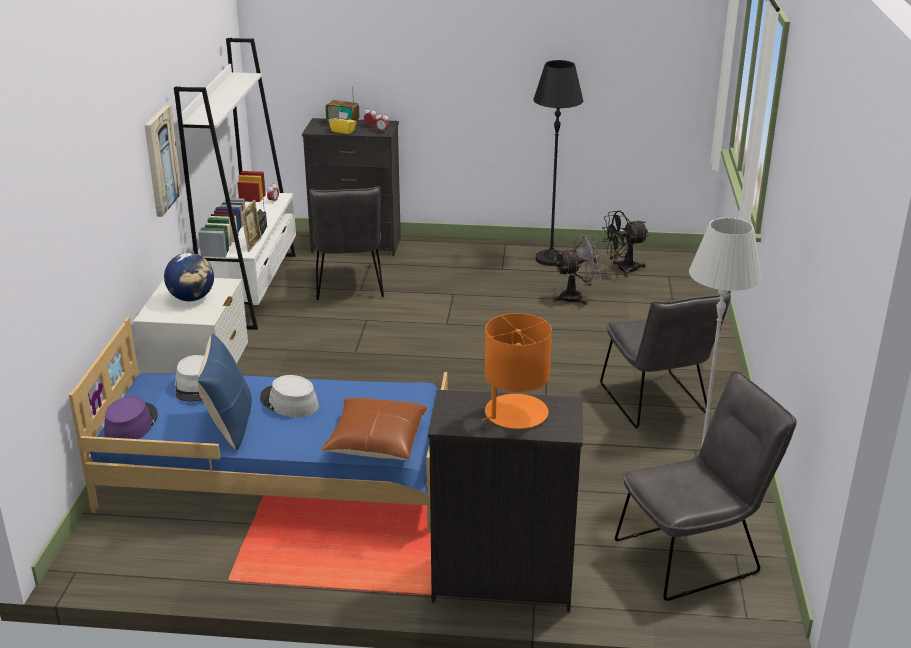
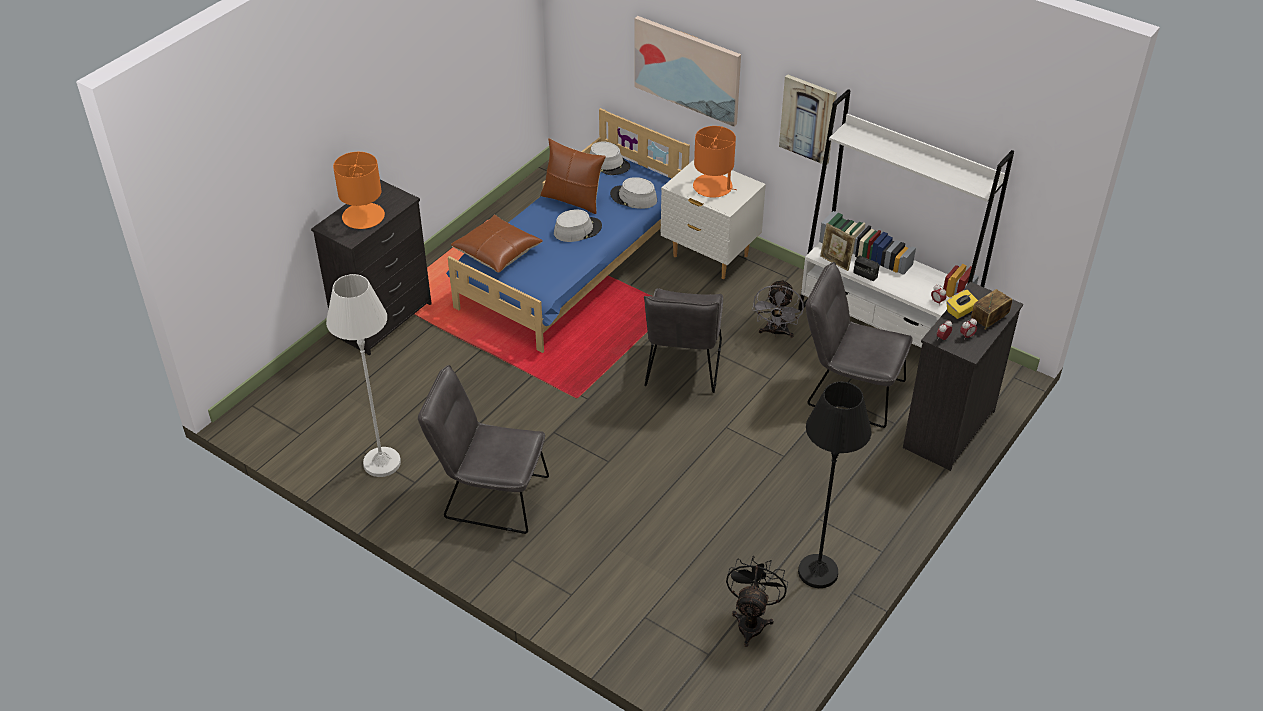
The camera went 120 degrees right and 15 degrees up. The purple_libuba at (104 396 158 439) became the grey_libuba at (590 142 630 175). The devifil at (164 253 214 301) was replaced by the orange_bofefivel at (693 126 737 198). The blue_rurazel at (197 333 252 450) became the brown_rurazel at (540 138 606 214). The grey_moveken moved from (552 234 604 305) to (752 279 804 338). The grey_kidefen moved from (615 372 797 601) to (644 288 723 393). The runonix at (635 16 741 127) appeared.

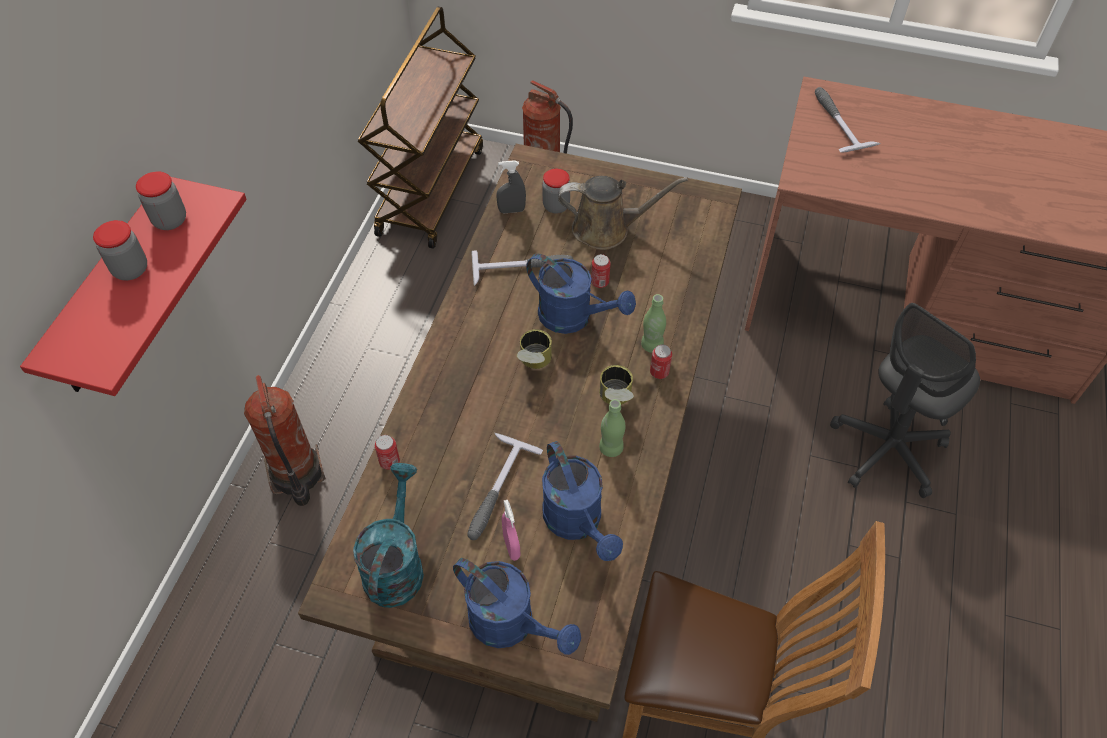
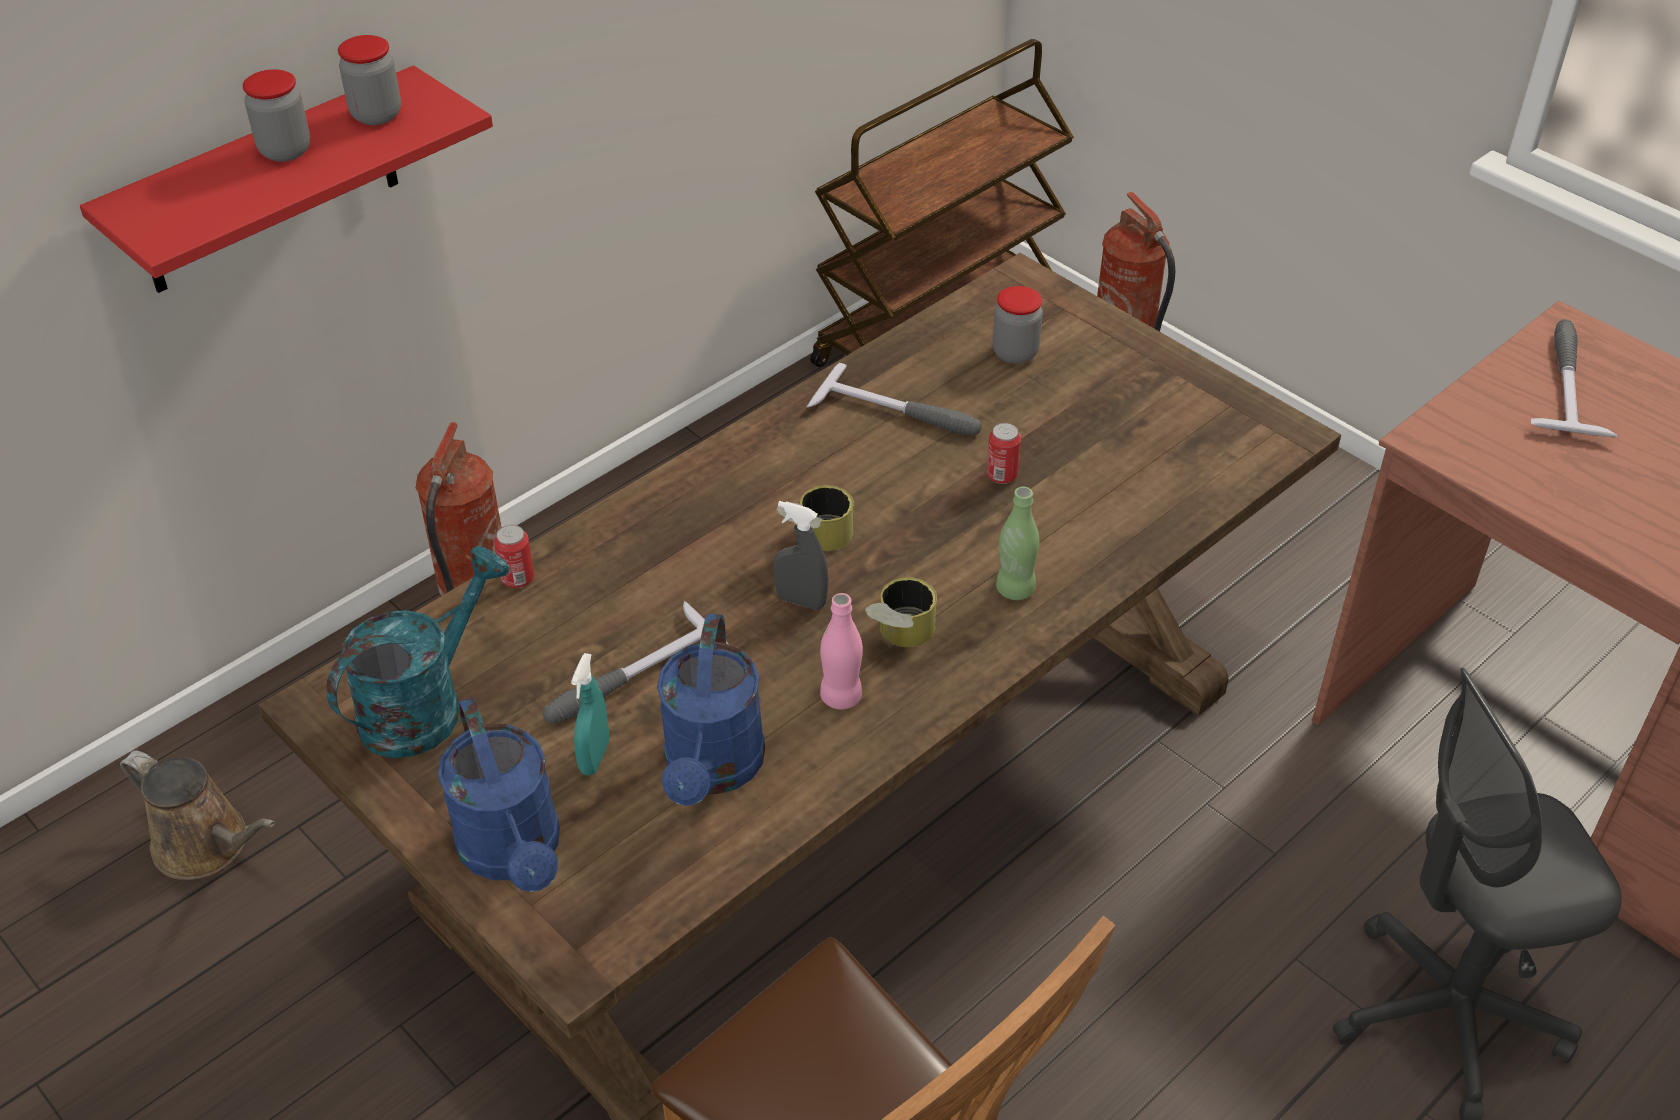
The camera went 30 degrees right and 10 degrees down. The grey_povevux moved from (496 160 526 213) to (773 501 829 610). The pink_povevux at (502 500 521 561) became the turquoise_povevux at (571 653 609 776). The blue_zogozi at (527 254 636 334) disappeared. The brown_zogozi moved from (558 176 688 250) to (120 750 275 880). The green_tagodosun at (599 399 625 457) became the pink_tagodosun at (820 593 863 709). The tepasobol at (650 345 672 379) disappeared.

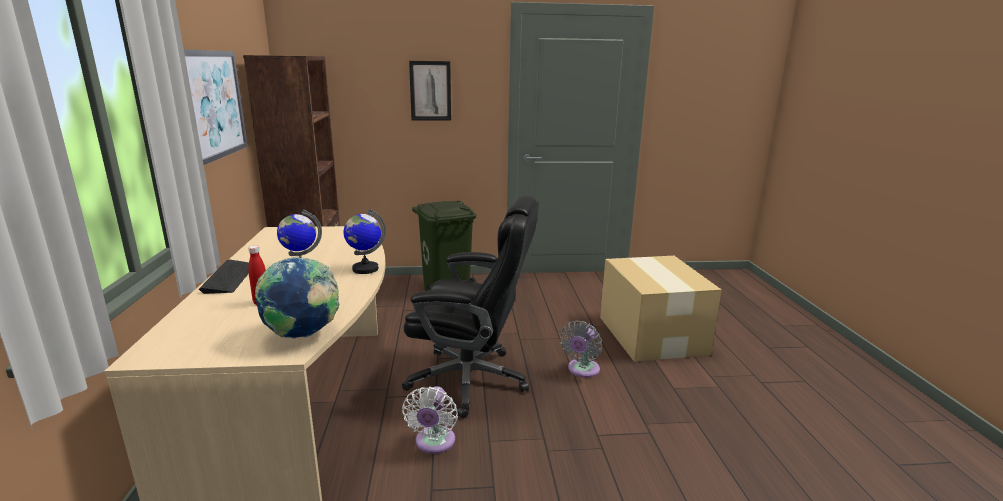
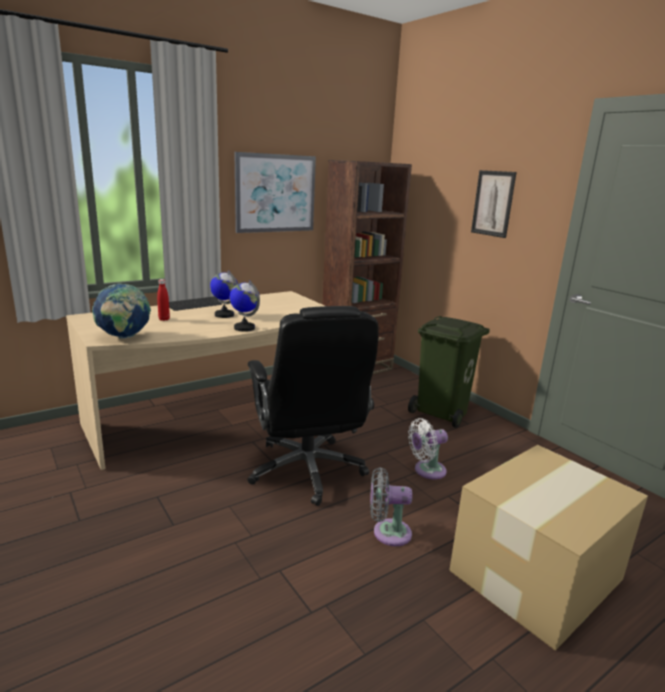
The camera went 60 degrees right and 0 degrees up. The white_moveken moved from (402 386 458 454) to (408 418 448 479).

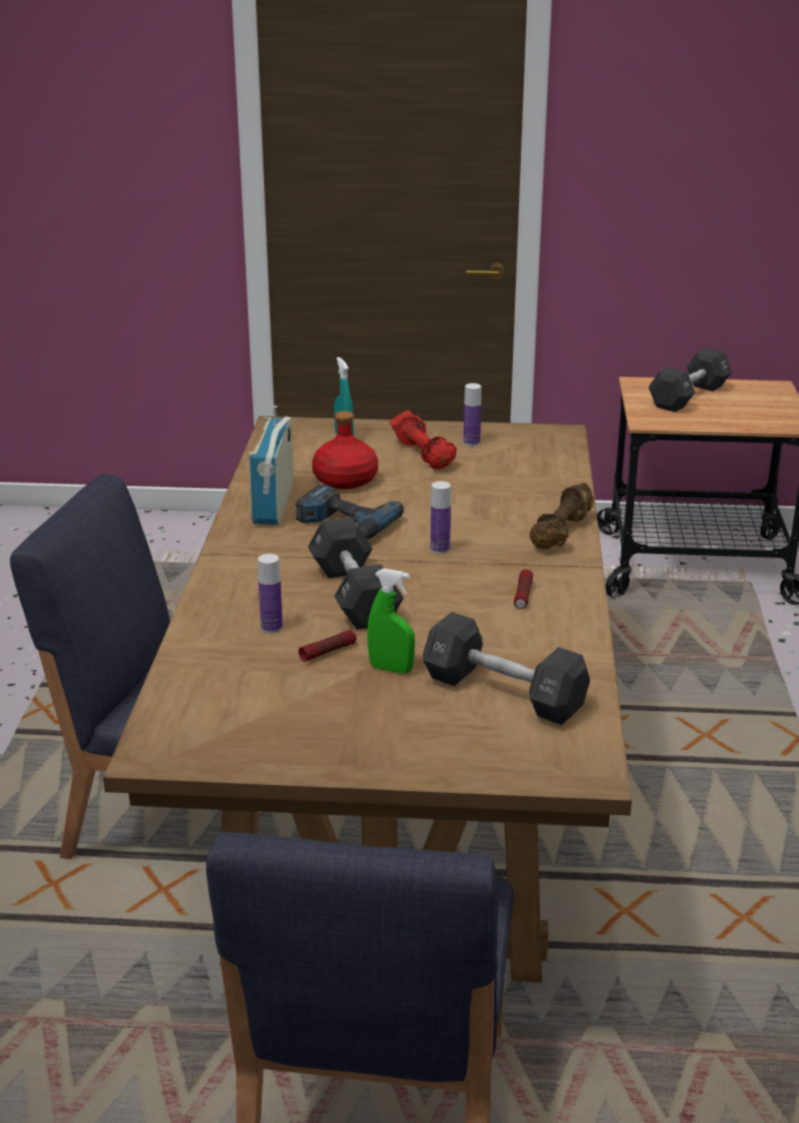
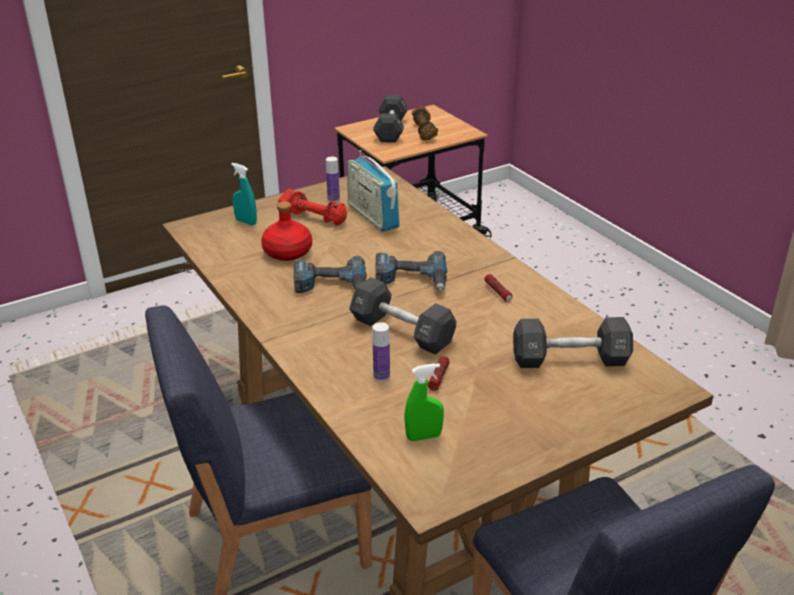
The camera went 35 degrees left and 5 degrees up. The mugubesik moved from (249 406 294 525) to (348 150 400 232). The green_povevux moved from (367 568 415 674) to (404 363 444 441). The tagodosun at (430 481 451 554) was replaced by the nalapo at (375 251 447 292). The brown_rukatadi moved from (530 483 593 549) to (412 106 438 141).

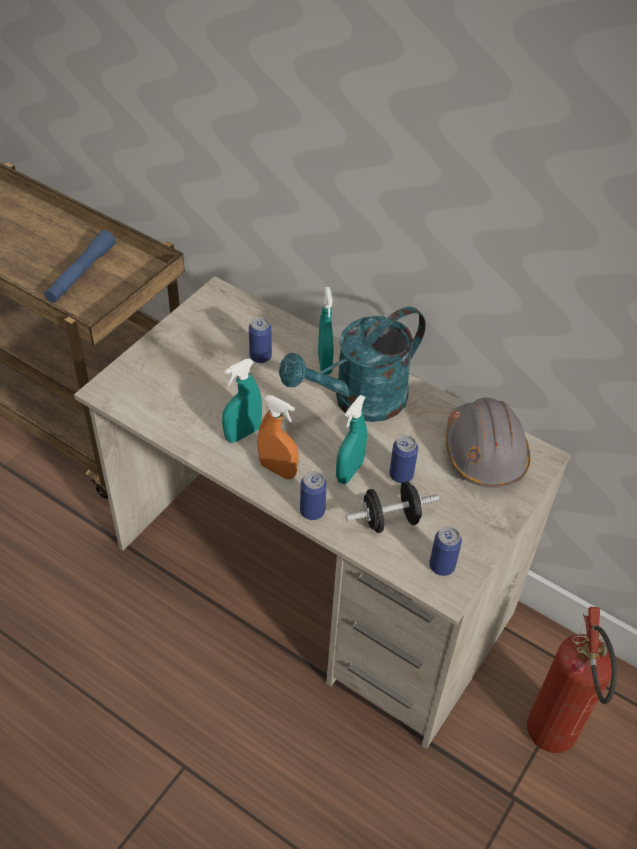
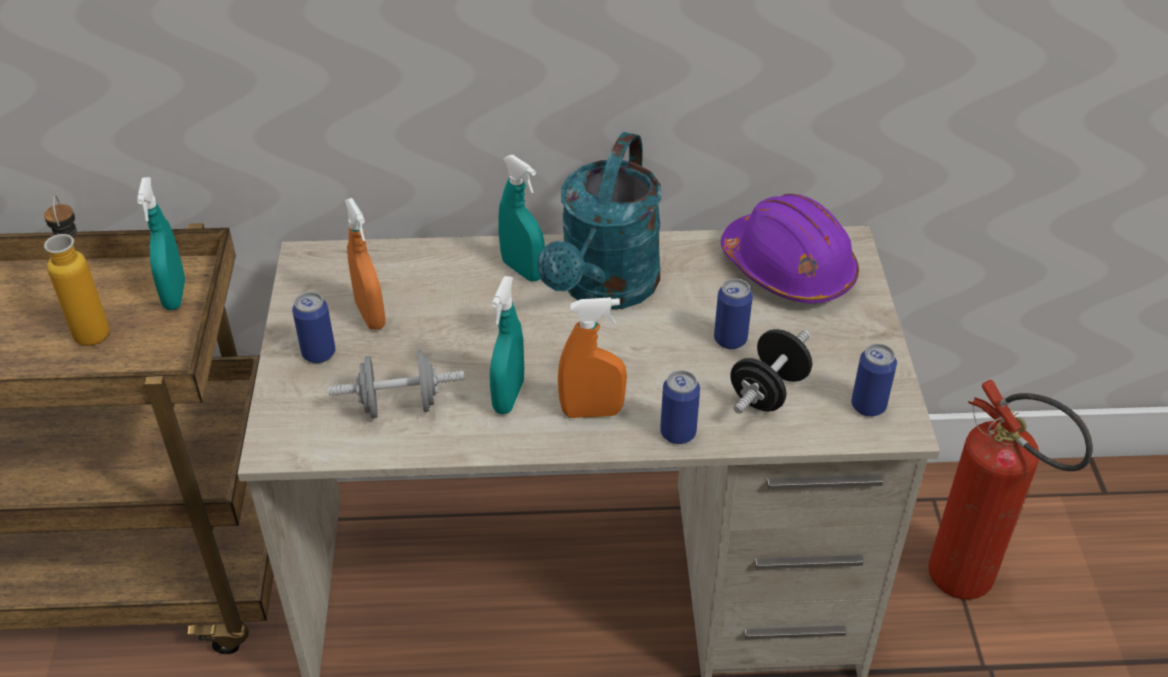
The camera went 35 degrees left and 5 degrees down. The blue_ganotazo at (44 230 115 303) was replaced by the tagodosun at (44 195 110 346). The tepasobol moved from (249 317 272 363) to (292 292 335 363). The turquoise_povevux moved from (336 395 367 484) to (137 177 185 310). The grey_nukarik at (446 398 530 488) became the purple_nukarik at (721 194 859 303). The grey_rukatadi at (328 350 465 418) appeared. The orange_povevux at (345 198 385 330) appeared.

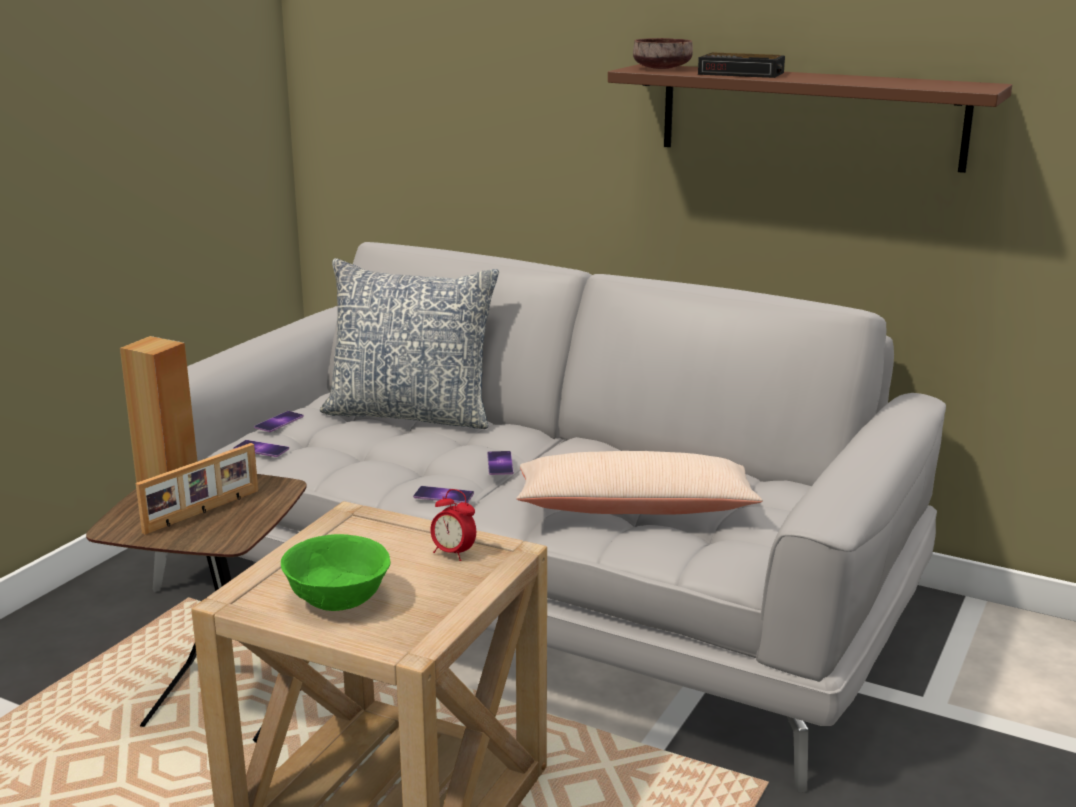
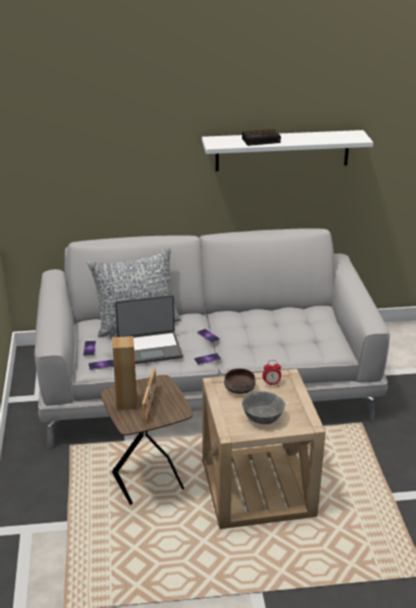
The camera went 35 degrees left and 10 degrees up. The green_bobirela at (281 534 391 611) became the grey_bobirela at (242 391 285 424). The beige_rurazel at (517 451 763 515) disappeared. The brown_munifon at (608 64 1012 173) became the white_munifon at (202 130 373 171). The brown_bobirela moved from (633 38 693 69) to (224 368 256 394). The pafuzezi at (115 295 183 364) appeared.

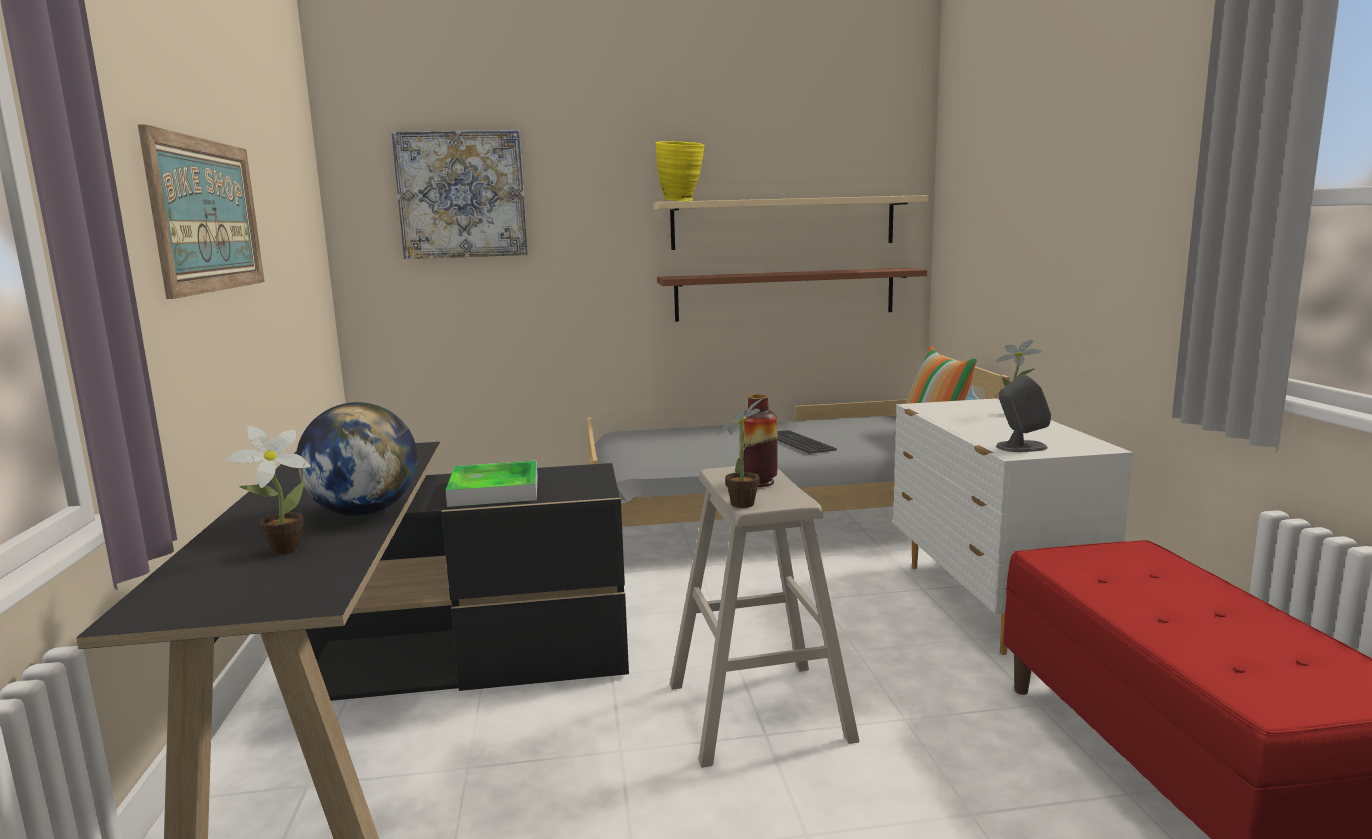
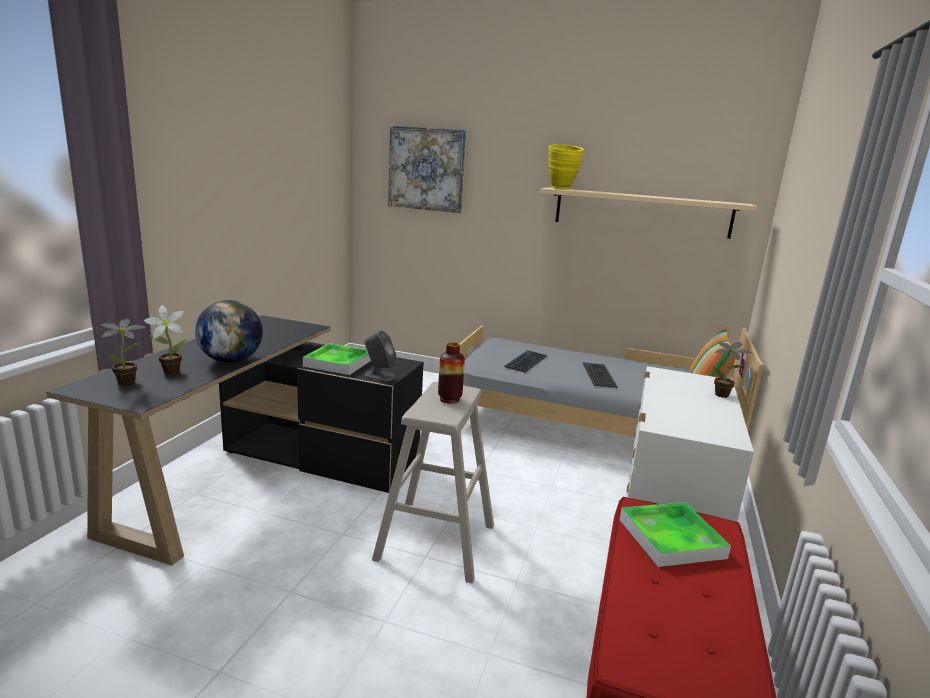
The camera went 25 degrees right and 5 degrees up. The runonix at (138 124 265 299) disappeared. The brown_munifon at (657 268 927 322) disappeared. The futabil moved from (716 397 765 508) to (101 319 146 385). The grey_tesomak moved from (996 374 1051 452) to (364 331 396 381). The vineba at (504 350 547 372) appeared. The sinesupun at (620 502 731 567) appeared.

